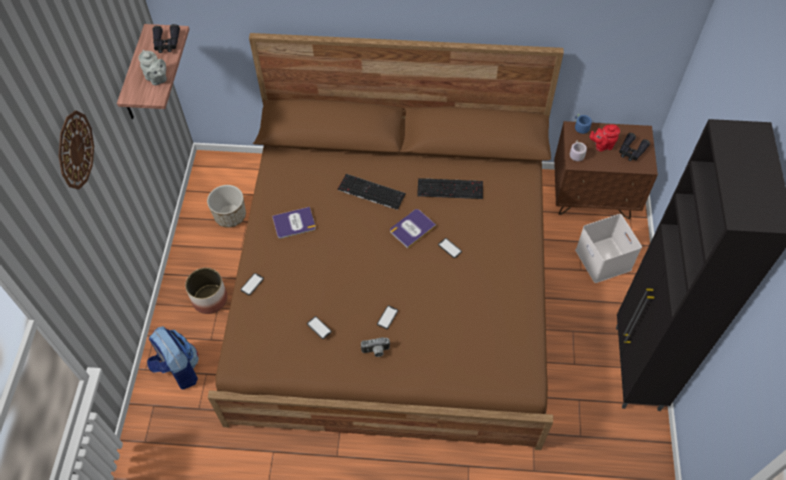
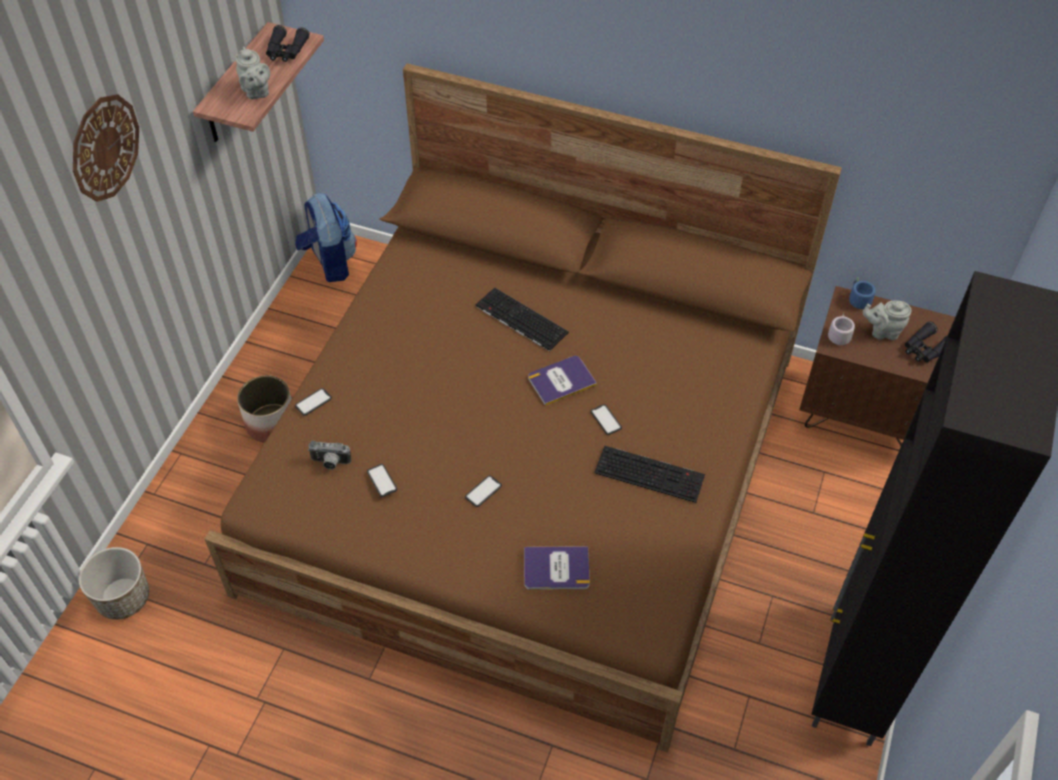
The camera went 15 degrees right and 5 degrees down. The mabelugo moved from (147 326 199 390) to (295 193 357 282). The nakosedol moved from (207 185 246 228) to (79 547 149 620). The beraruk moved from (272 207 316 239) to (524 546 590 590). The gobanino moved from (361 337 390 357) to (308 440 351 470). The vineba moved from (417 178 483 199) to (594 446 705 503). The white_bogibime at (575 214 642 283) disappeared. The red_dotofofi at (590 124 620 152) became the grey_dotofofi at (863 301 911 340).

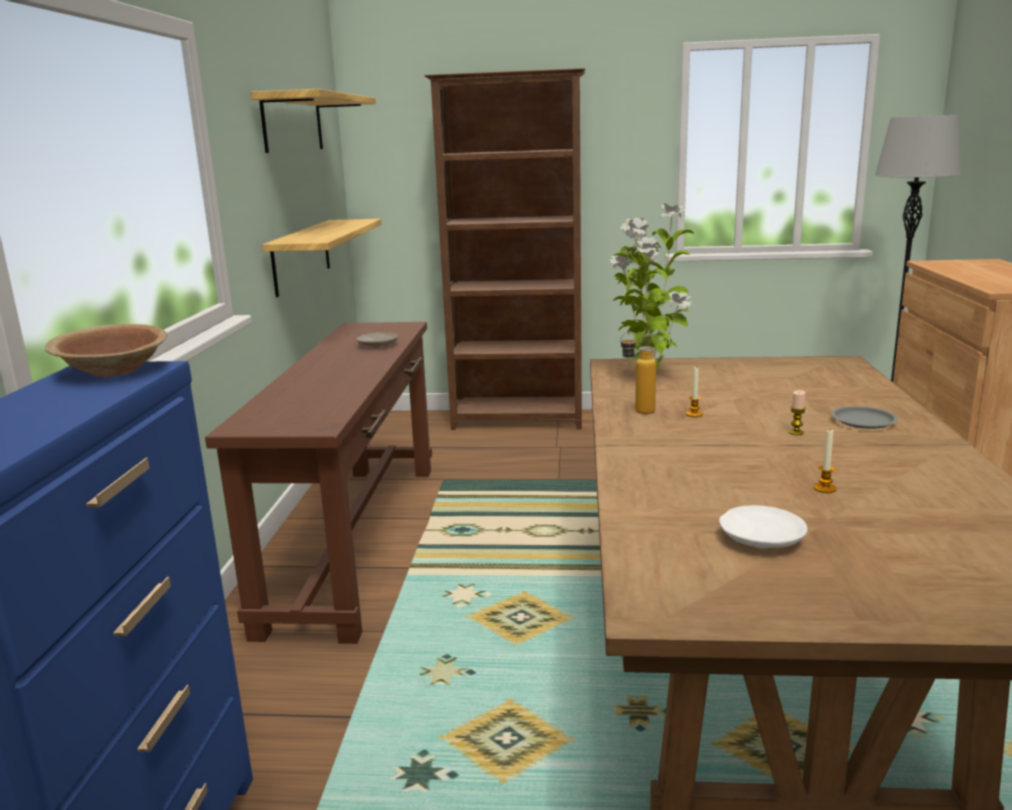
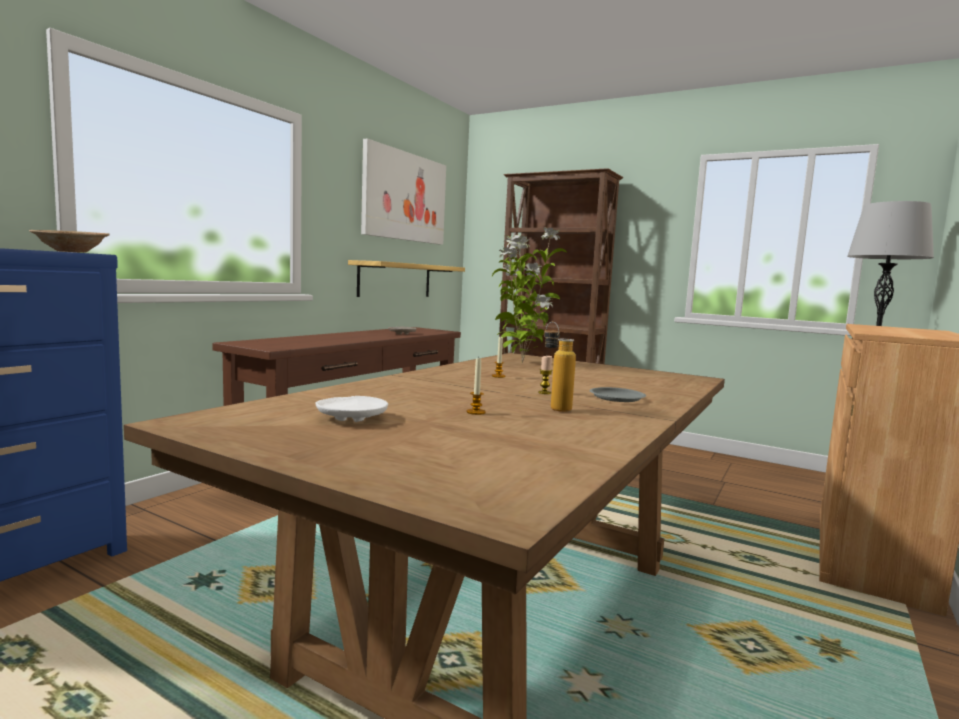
The camera went 25 degrees right and 10 degrees down. The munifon at (251 89 376 153) was replaced by the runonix at (361 138 446 245). The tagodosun moved from (620 332 656 414) to (544 322 576 412).

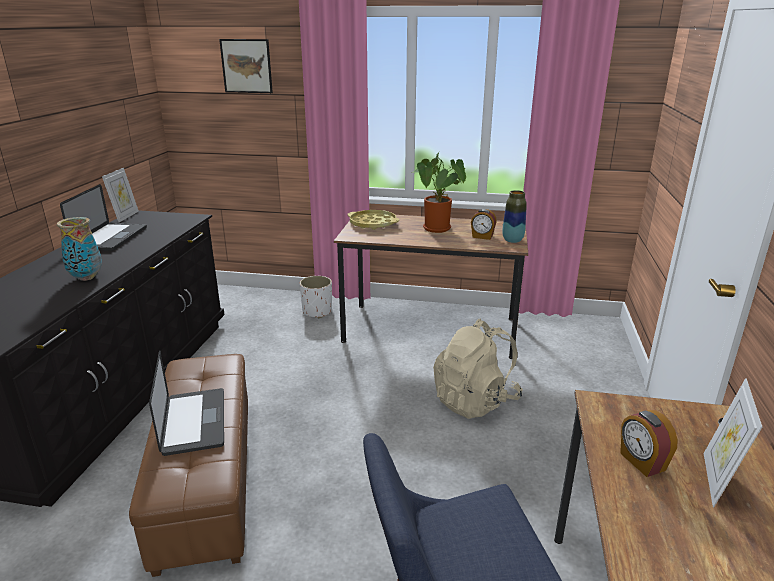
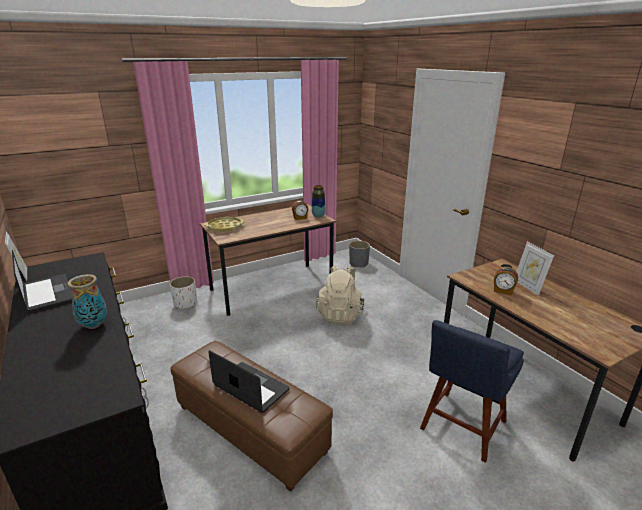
The camera went 40 degrees left and 0 degrees up. The runonix at (219 39 273 93) disappeared. The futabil at (413 151 466 233) disappeared. The grey_nakosedol at (349 241 370 267) appeared.

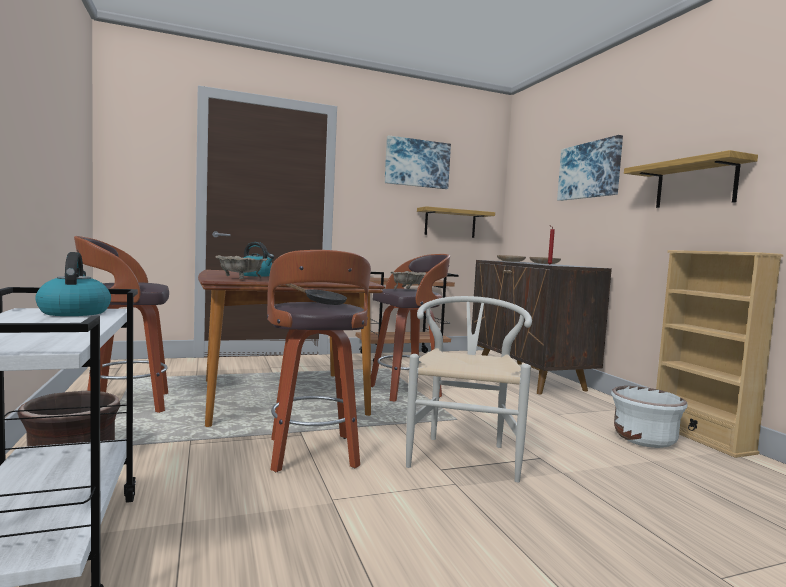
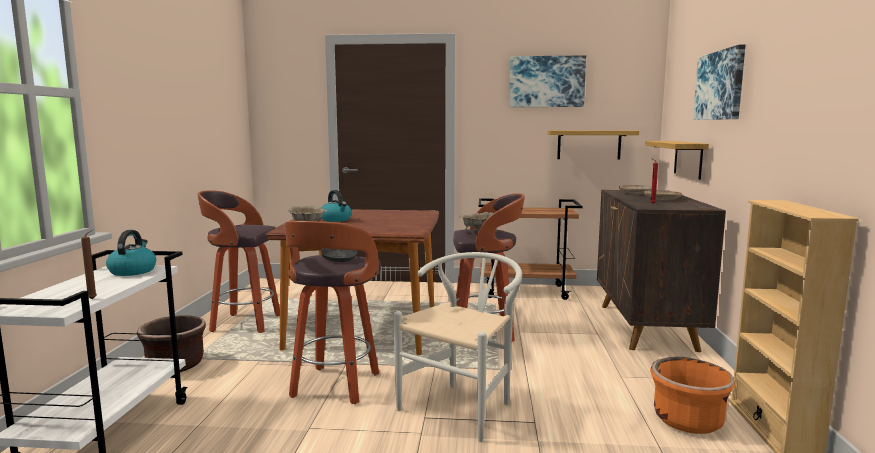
The camera went 25 degrees right and 5 degrees up. The white_nakosedol at (611 386 688 448) became the orange_nakosedol at (650 357 735 434). The munifon moved from (624 150 758 208) to (645 141 709 180). The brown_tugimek at (81 230 97 299) appeared.

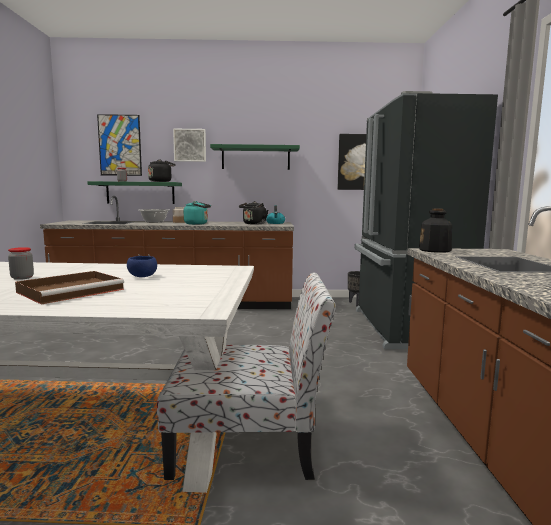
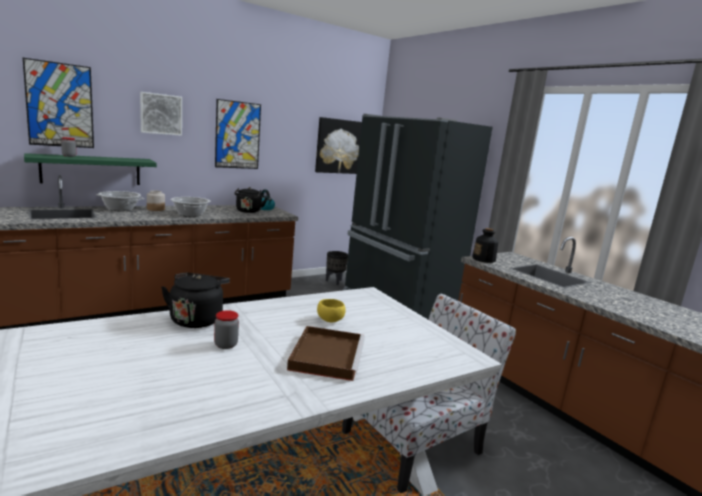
The camera went 35 degrees left and 5 degrees up. The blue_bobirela at (127 256 157 277) became the yellow_bobirela at (317 299 346 322). The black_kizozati moved from (148 159 176 182) to (161 273 230 328). The turquoise_kizozati at (184 201 211 225) was replaced by the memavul at (171 197 210 217). The green_munifon at (210 144 300 170) was replaced by the runonix at (215 99 261 169).

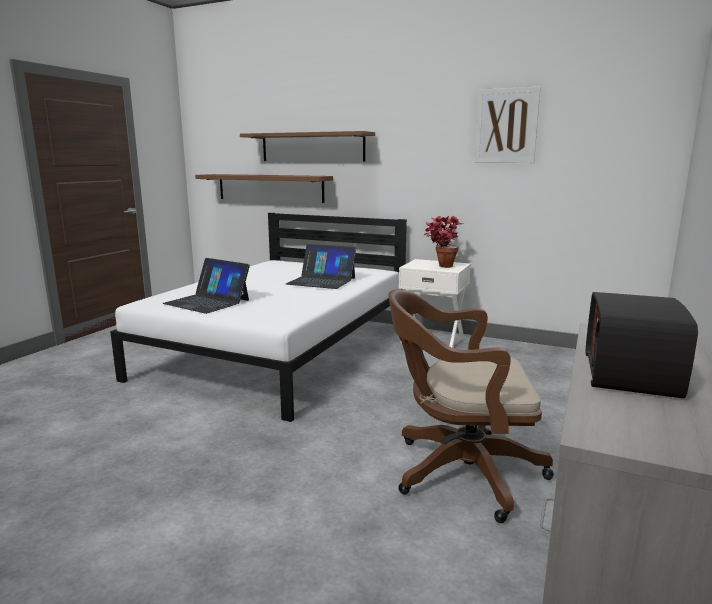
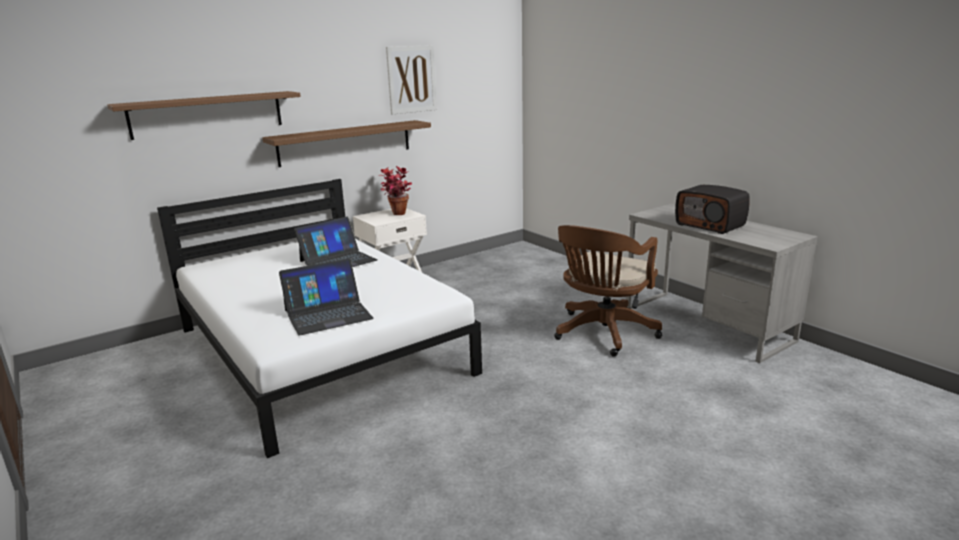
The camera went 60 degrees left and 5 degrees up. The brown_munifon moved from (195 174 333 203) to (262 120 431 167).

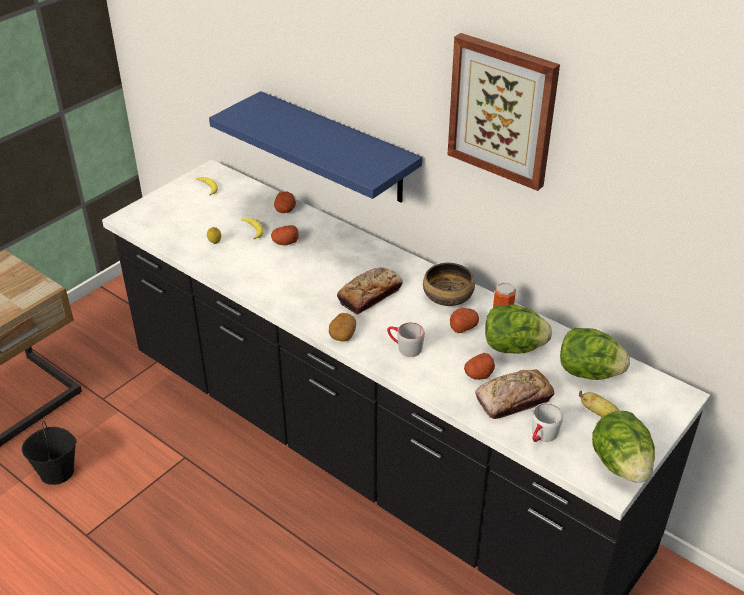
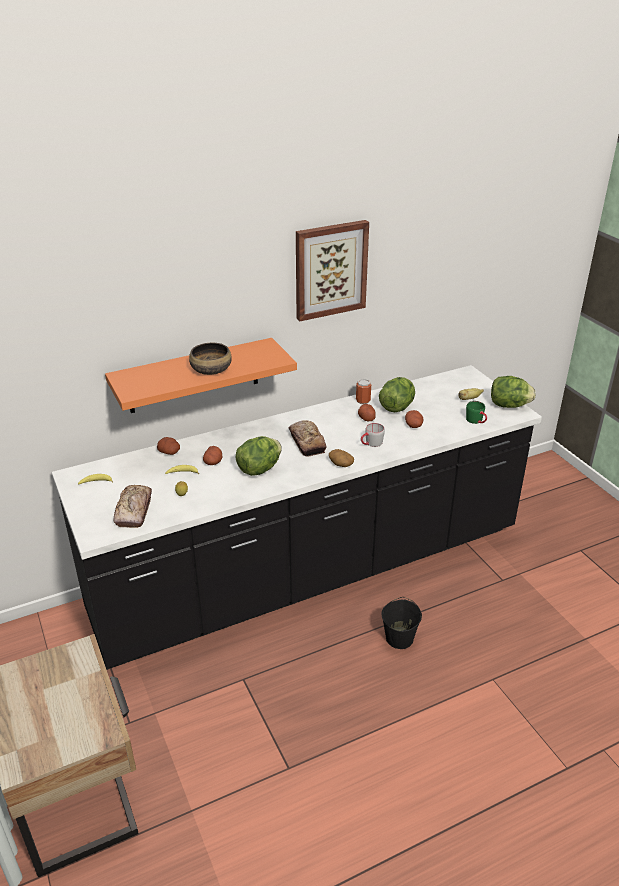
The camera went 65 degrees left and 5 degrees down. The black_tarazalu moved from (22 421 77 485) to (382 597 422 649). The blue_munifon at (209 91 422 202) became the orange_munifon at (105 338 297 413). The bobirela moved from (423 263 475 306) to (189 343 232 375). The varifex moved from (475 369 554 419) to (113 485 152 528). The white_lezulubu at (532 403 563 442) became the green_lezulubu at (466 401 487 424). The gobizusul moved from (560 328 630 380) to (235 436 282 476).

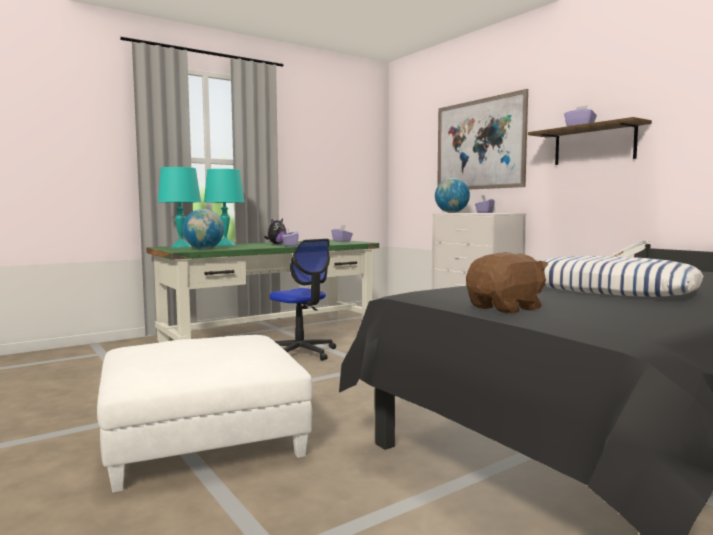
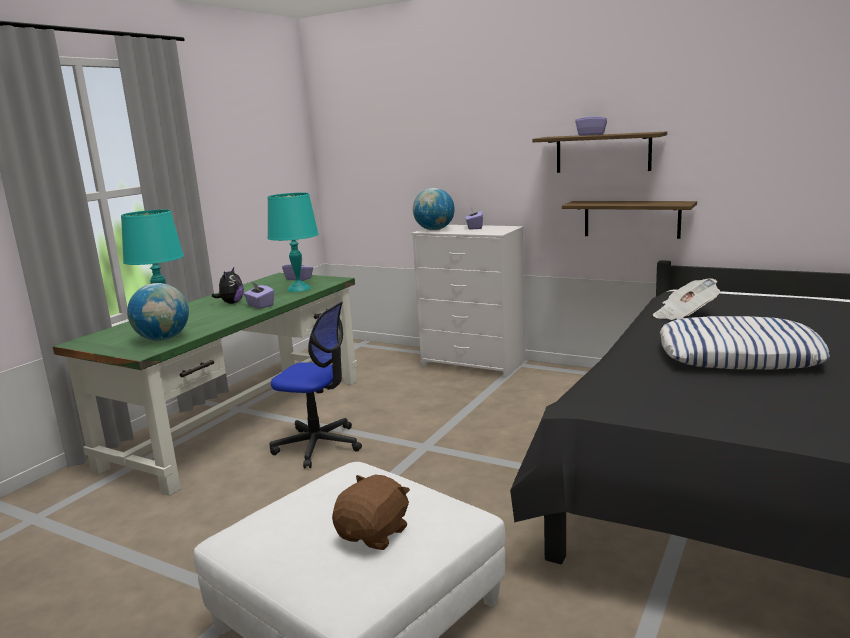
The camera went 25 degrees left and 10 degrees up. The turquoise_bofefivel moved from (158 167 201 248) to (267 193 318 292). The runonix at (437 89 528 190) disappeared. The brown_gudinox moved from (466 252 548 314) to (332 475 410 550). The munifon at (562 201 697 239) appeared.

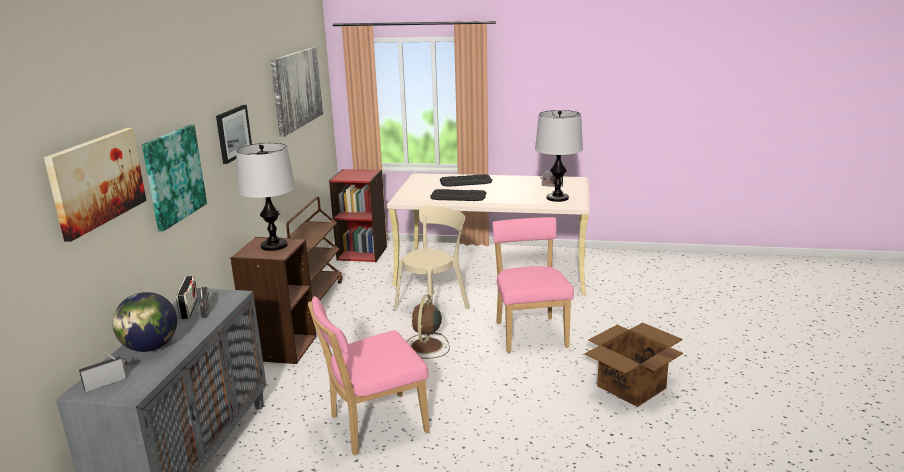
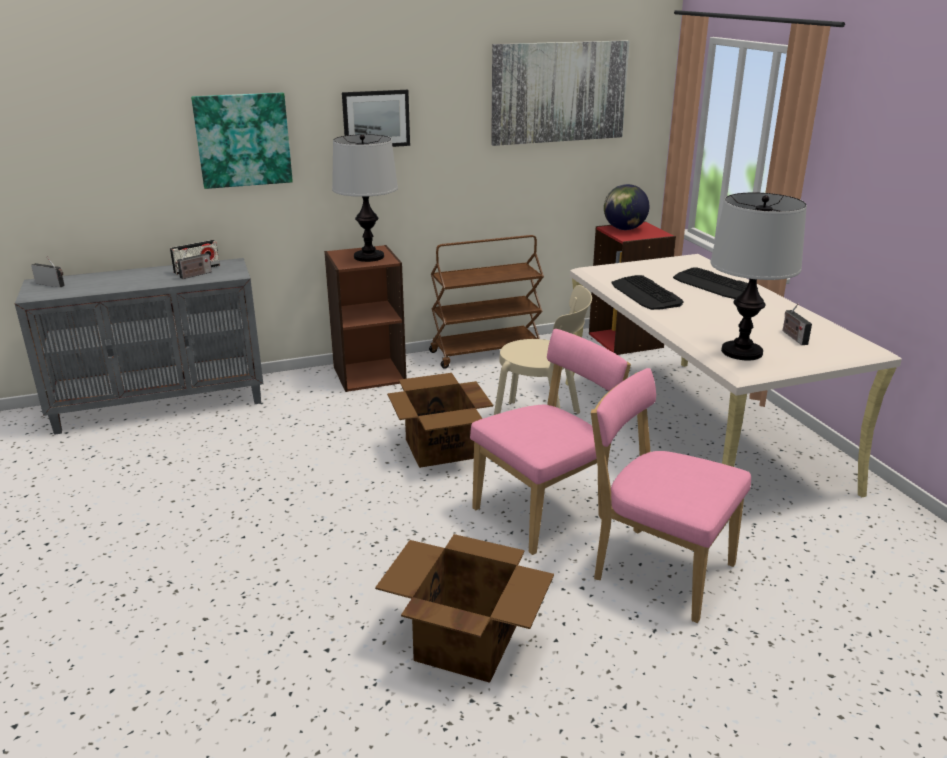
The camera went 60 degrees right and 5 degrees up. The runonix at (44 128 147 242) disappeared. The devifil moved from (113 292 177 352) to (604 184 649 230). The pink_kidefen moved from (308 296 430 455) to (591 368 751 623). The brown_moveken at (406 295 450 359) was replaced by the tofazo at (387 373 493 468).

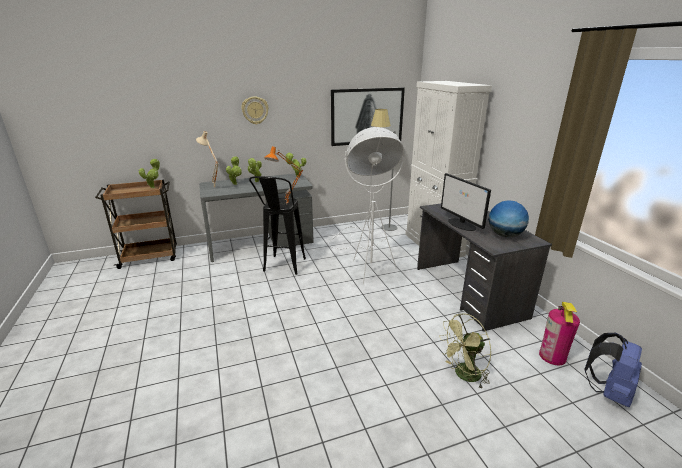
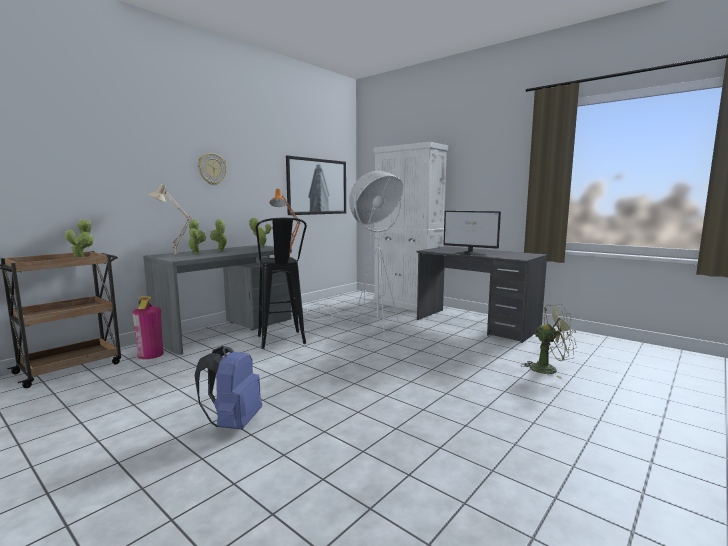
The camera went 30 degrees left and 15 degrees down. The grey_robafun at (371 109 397 231) disappeared. The green_moveken at (439 313 491 388) turned 120 degrees counterclockwise. The devifil at (488 200 529 237) disappeared. The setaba moved from (539 302 580 365) to (132 296 164 359). The blue_mabelugo moved from (584 333 642 407) to (195 346 262 430).

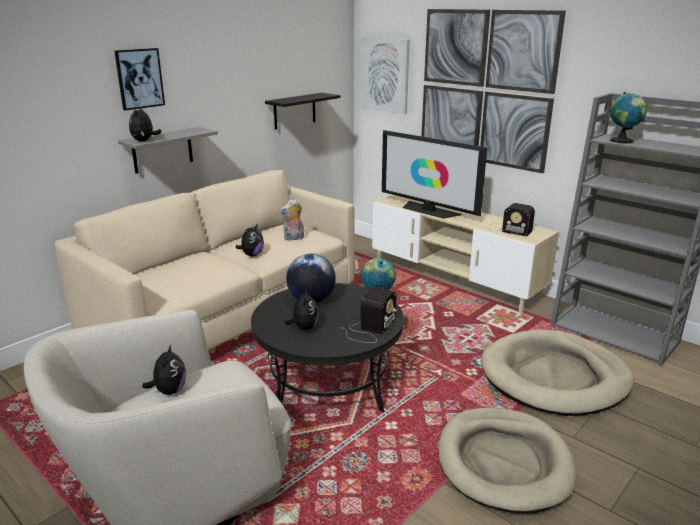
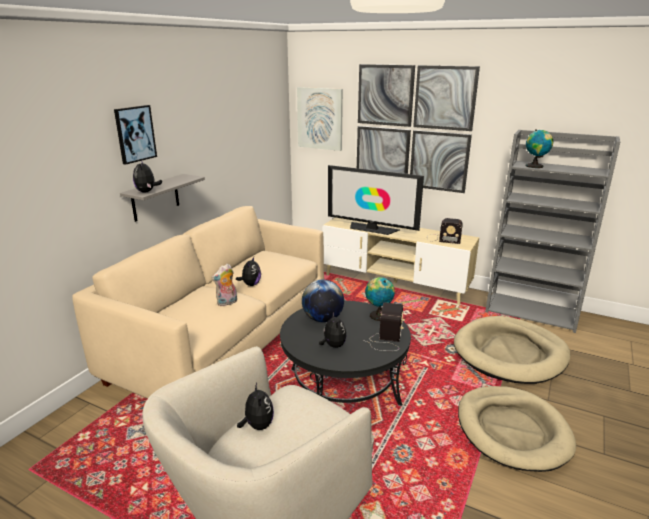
The camera went 15 degrees left and 0 degrees up. The black_munifon at (265 93 340 130) disappeared. The gudinox moved from (279 199 304 241) to (211 264 237 306).

